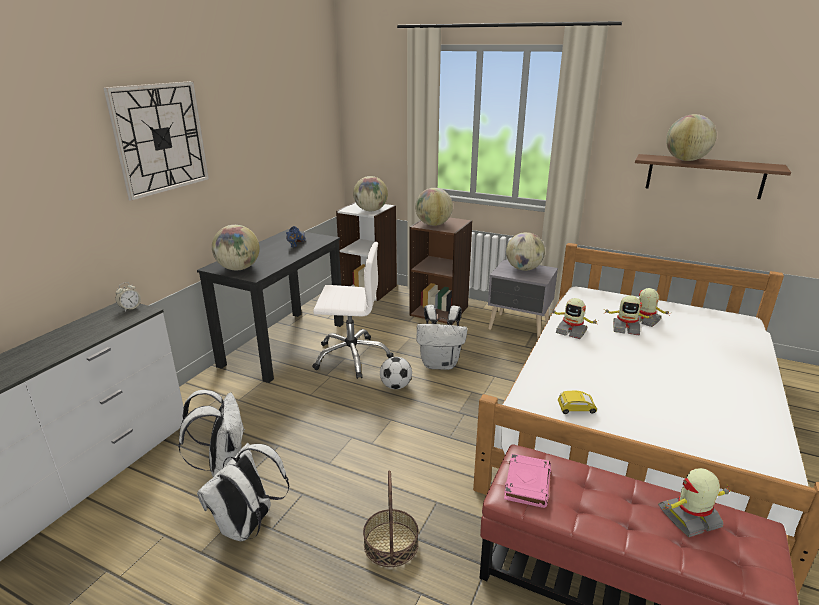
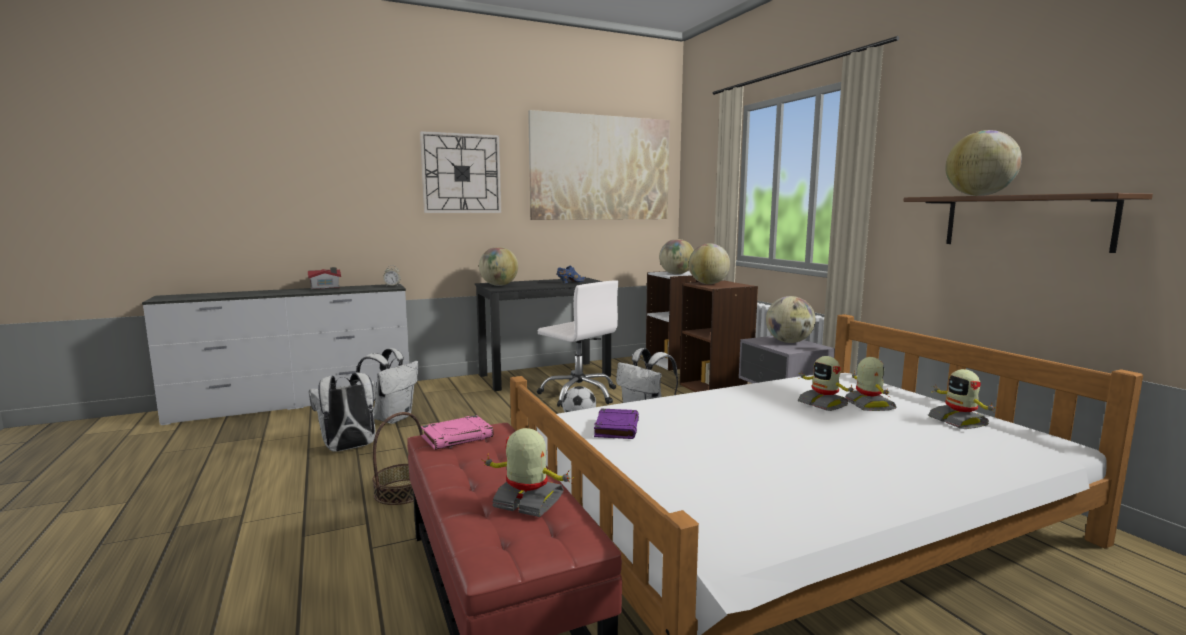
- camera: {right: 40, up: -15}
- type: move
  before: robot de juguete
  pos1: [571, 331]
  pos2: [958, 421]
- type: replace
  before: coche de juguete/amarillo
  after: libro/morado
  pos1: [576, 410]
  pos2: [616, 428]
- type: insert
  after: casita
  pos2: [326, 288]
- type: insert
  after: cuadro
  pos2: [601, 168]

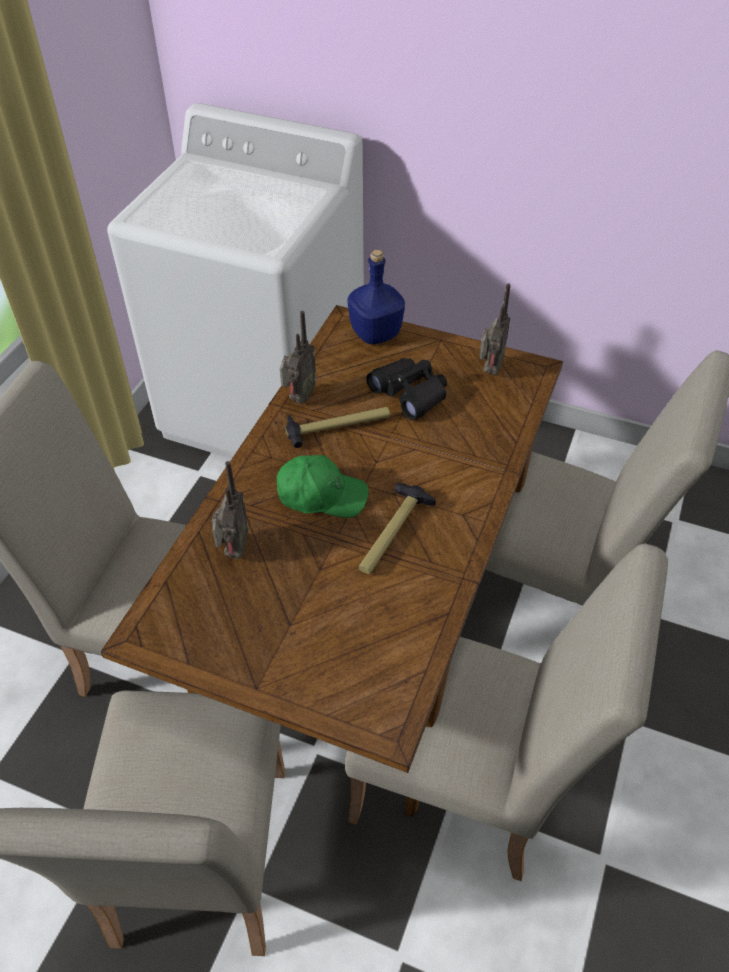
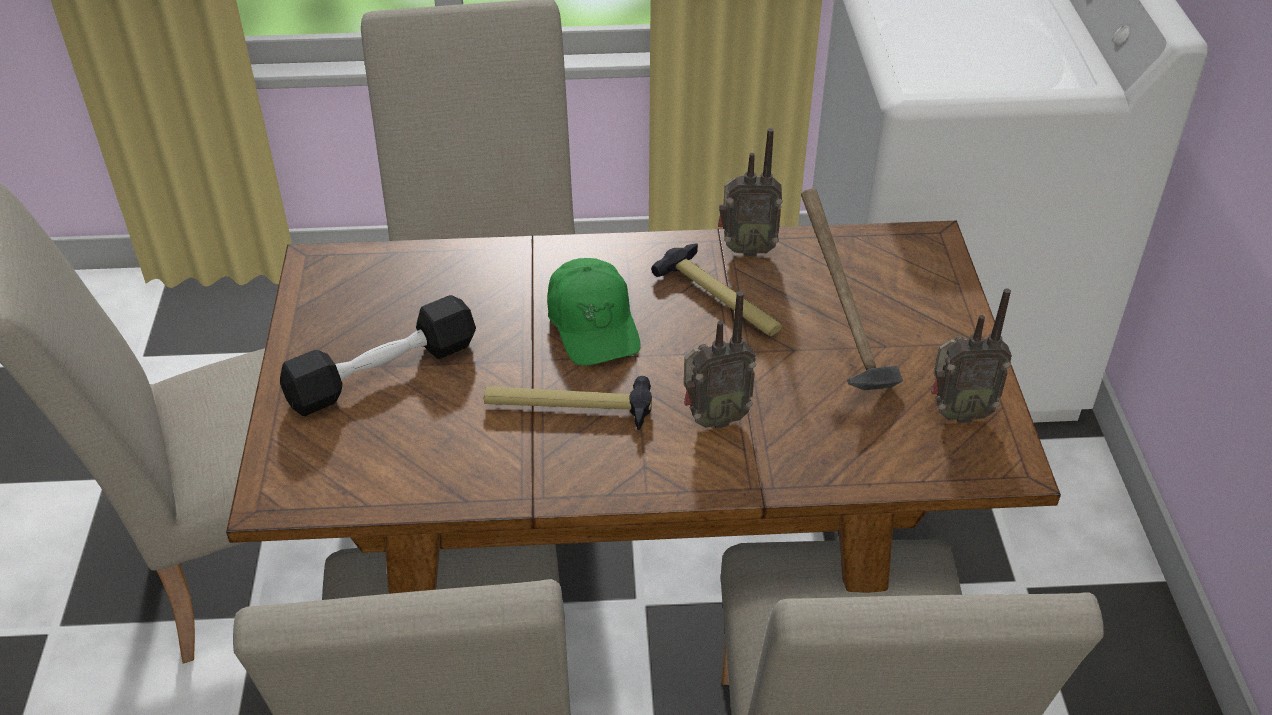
- camera: {right: 65, up: -5}
- type: move
  before: radio
  pos1: [233, 551]
  pos2: [713, 418]
- type: delete
  before: botella/azul
  pos1: [376, 334]
- type: replace
  before: prismáticos/negro
  after: martillo
  pos1: [410, 394]
  pos2: [837, 345]
- type: insert
  after: mancuerna/negro
  pos2: [382, 372]

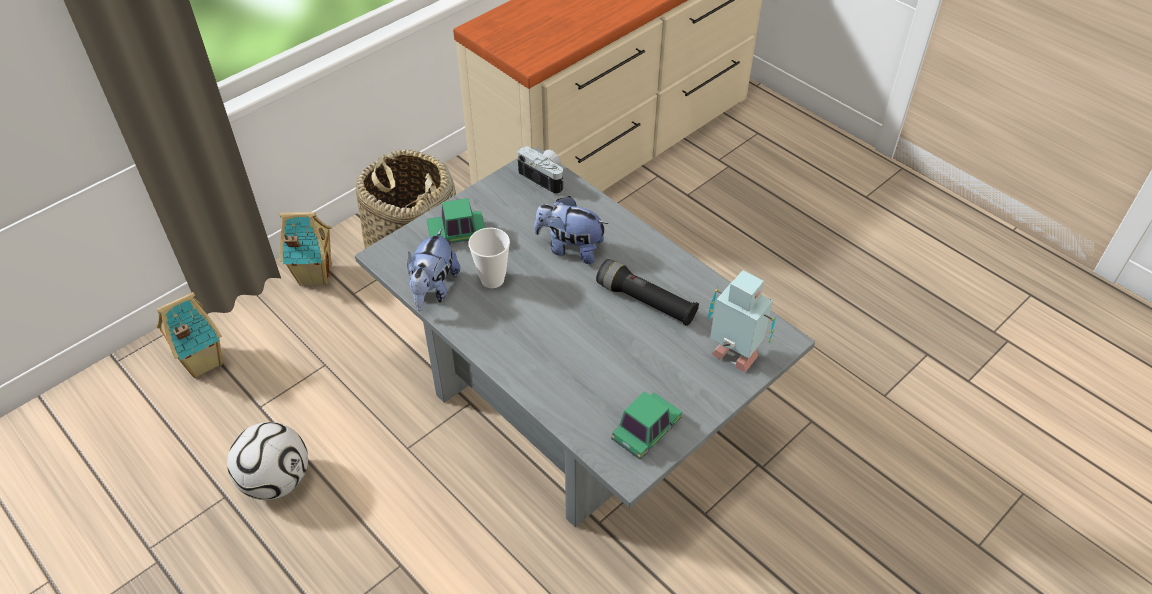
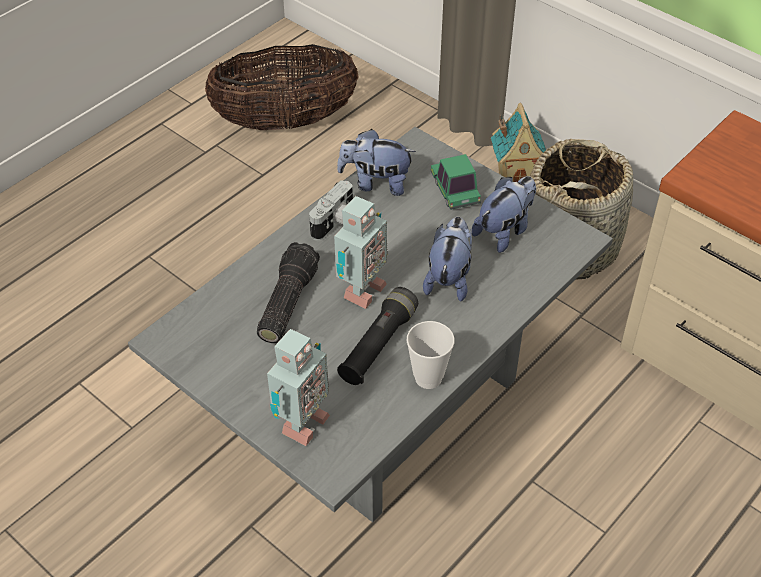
- camera: {right: 85, up: 0}
- type: delete
  before: casita
  pos1: [201, 362]
- type: delete
  before: balón de fútbol
  pos1: [276, 480]
- type: move
  before: taza
  pos1: [492, 279]
  pos2: [428, 378]
- type: move
  before: cámara
  pos1: [545, 178]
  pos2: [338, 225]
- type: delete
  before: coche de juguete
  pos1: [646, 431]
- type: insert
  after: cesta
  pos2: [285, 121]
- type: insert
  after: linterna
  pos2: [286, 302]
- type: insert
  after: robot de juguete
  pos2: [361, 291]
- type: insert
  after: peluche
  pos2: [504, 231]

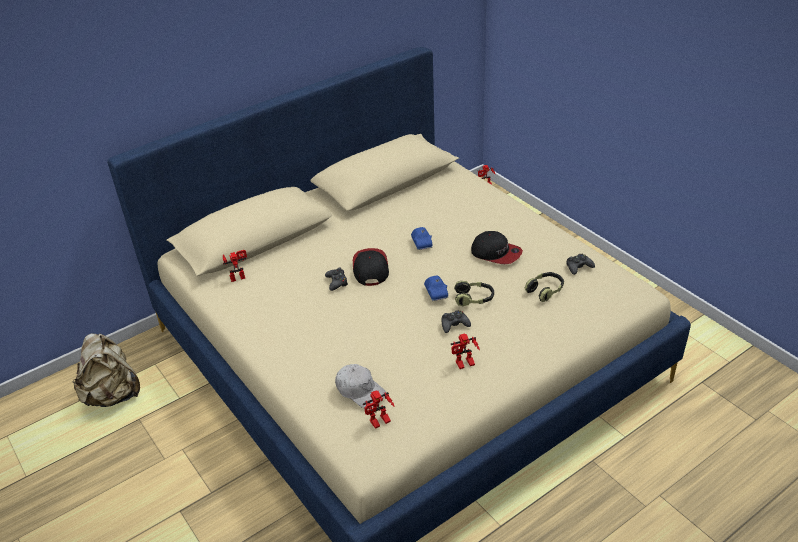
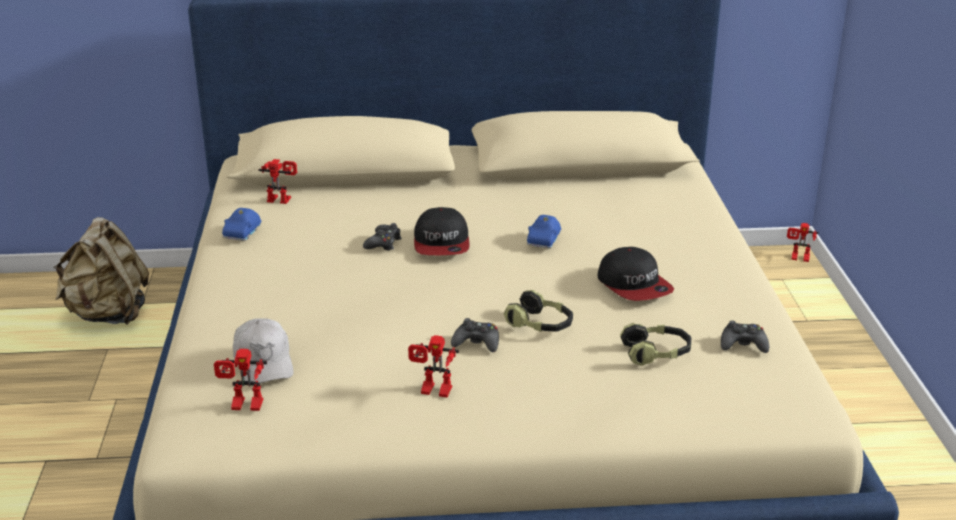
- camera: {right: 30, up: -10}
- type: rotate
  before: gorra
  pos1: [370, 268]
  pos2: [442, 243]
  turn: 150
- type: move
  before: coche de juguete/azul
  pos1: [436, 293]
  pos2: [243, 233]

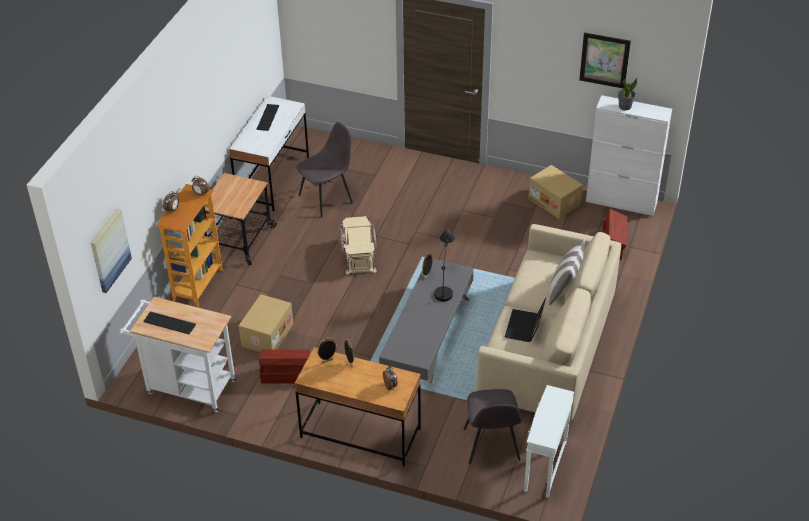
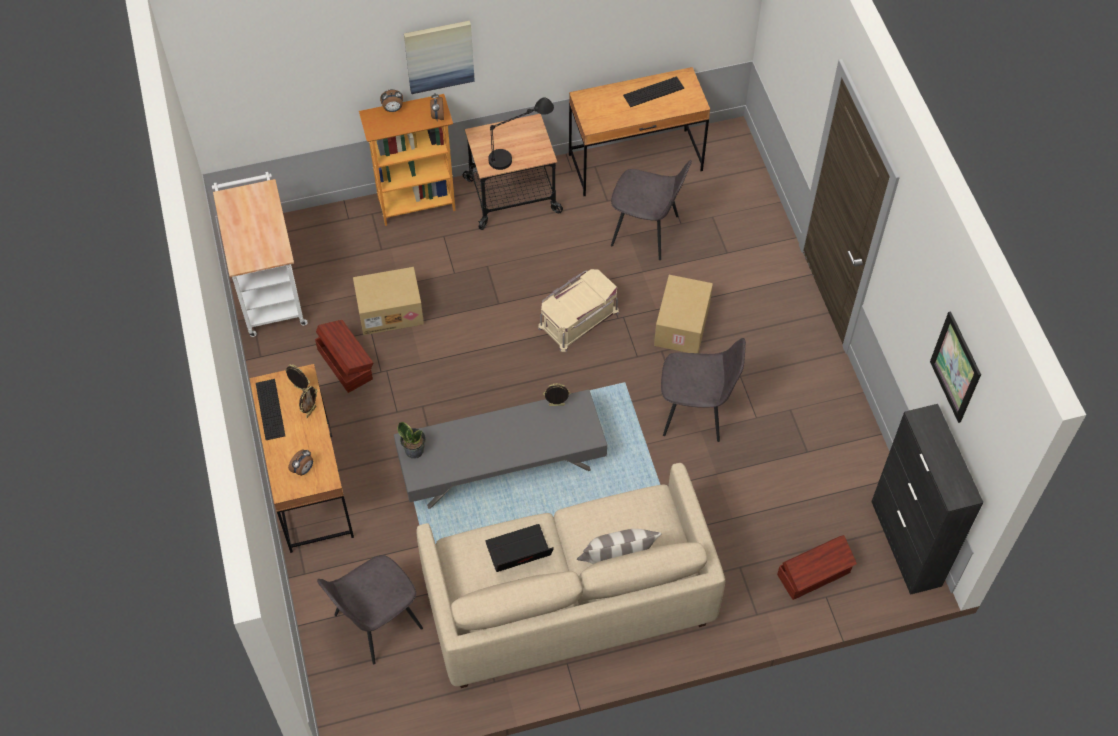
- camera: {right: 55, up: 15}
- type: move
  before: cuadro
  pos1: [109, 250]
  pos2: [439, 56]
- type: move
  before: teclado
  pos1: [169, 323]
  pos2: [270, 409]
- type: recolor
  before: escritorio/blanco
  after: escritorio/marrón
  pos1: [273, 179]
  pos2: [635, 163]
- type: move
  before: lámpara de mesa/negro
  pos1: [444, 283]
  pos2: [519, 152]
- type: delete
  before: mesa auxiliar/blanco
  pos1: [545, 466]
- type: move
  before: caja de cartón
  pos1: [555, 202]
  pos2: [683, 326]
- type: recolor
  before: armario/blanco
  after: armario/negro
  pos1: [621, 202]
  pos2: [906, 544]
- type: move
  before: planta en maceta
  pos1: [624, 106]
  pos2: [414, 450]
- type: insert
  after: silla/gris
  pos2: [696, 412]

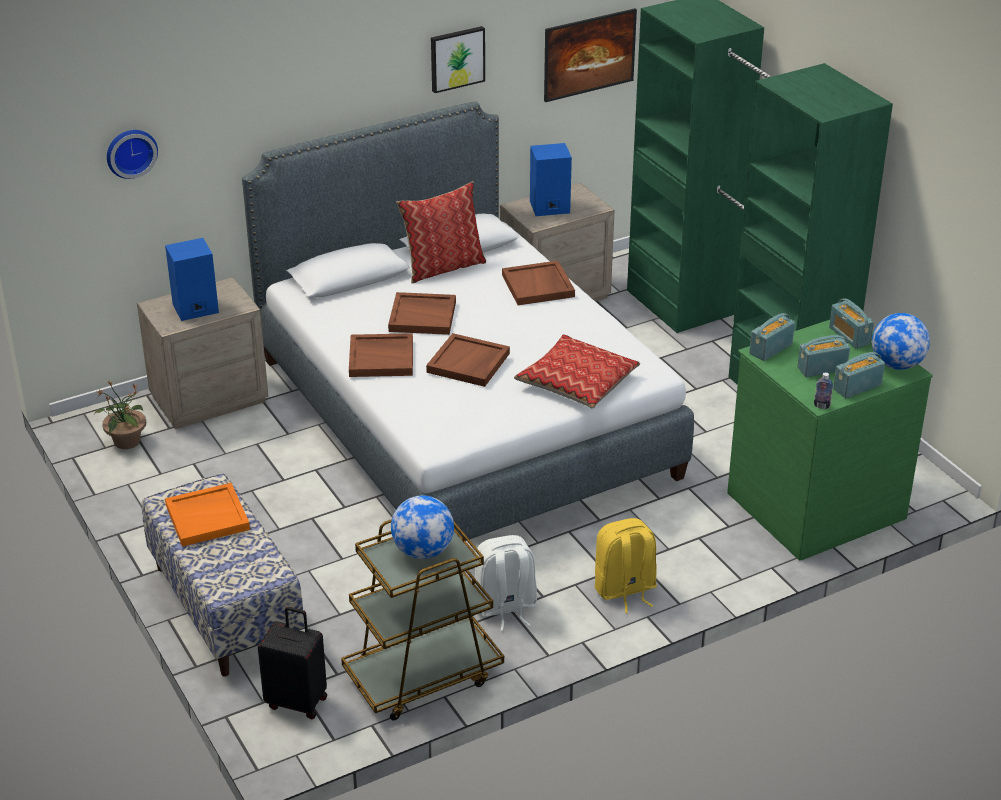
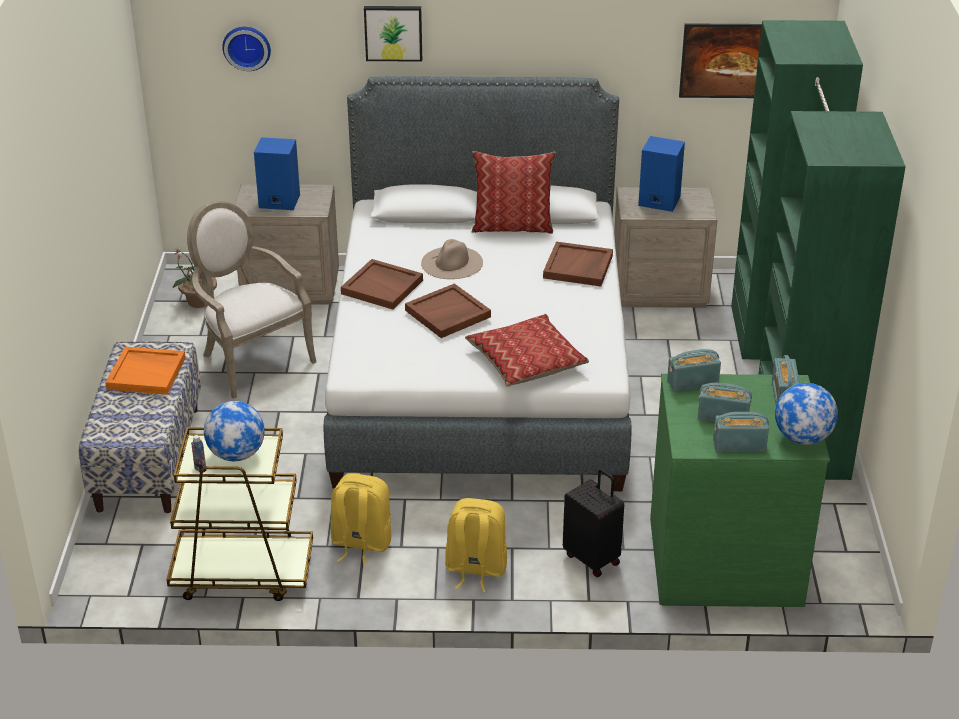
- camera: {right: 30, up: 0}
- type: move
  before: maleta/negro
  pos1: [297, 701]
  pos2: [593, 558]
- type: replace
  before: bandeja/marrón
  after: sombrero/beis
  pos1: [423, 316]
  pos2: [452, 263]
- type: move
  before: cuadro
  pos1: [457, 58]
  pos2: [393, 32]
- type: recolor
  before: mochila/blanco
  after: mochila/amarillo
  pos1: [505, 608]
  pos2: [360, 544]
- type: move
  before: botella
  pos1: [821, 406]
  pos2: [200, 468]
- type: insert
  after: sillón
  pos2: [251, 359]

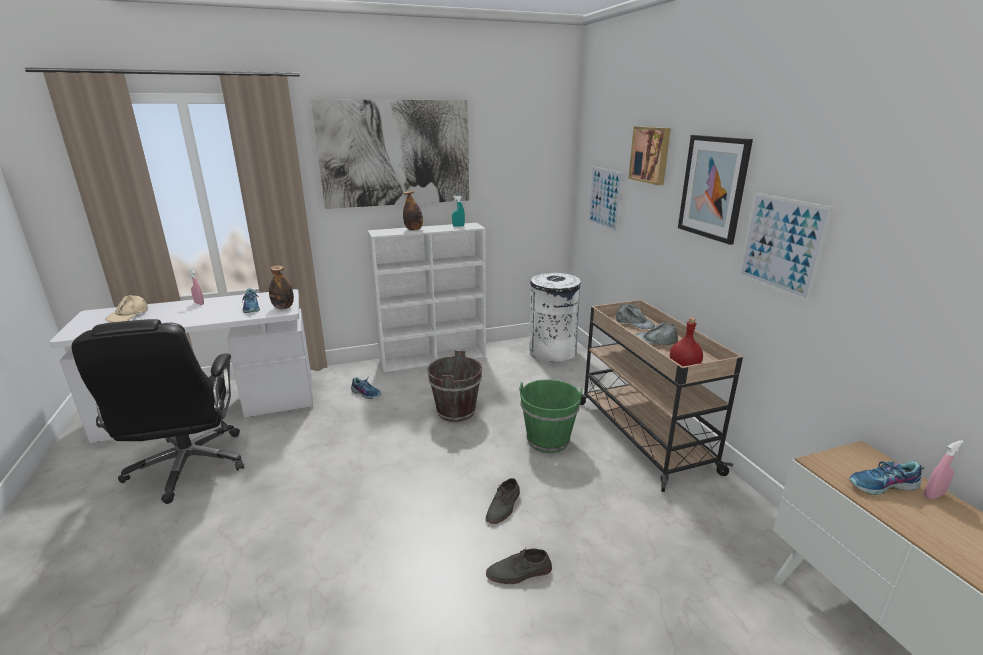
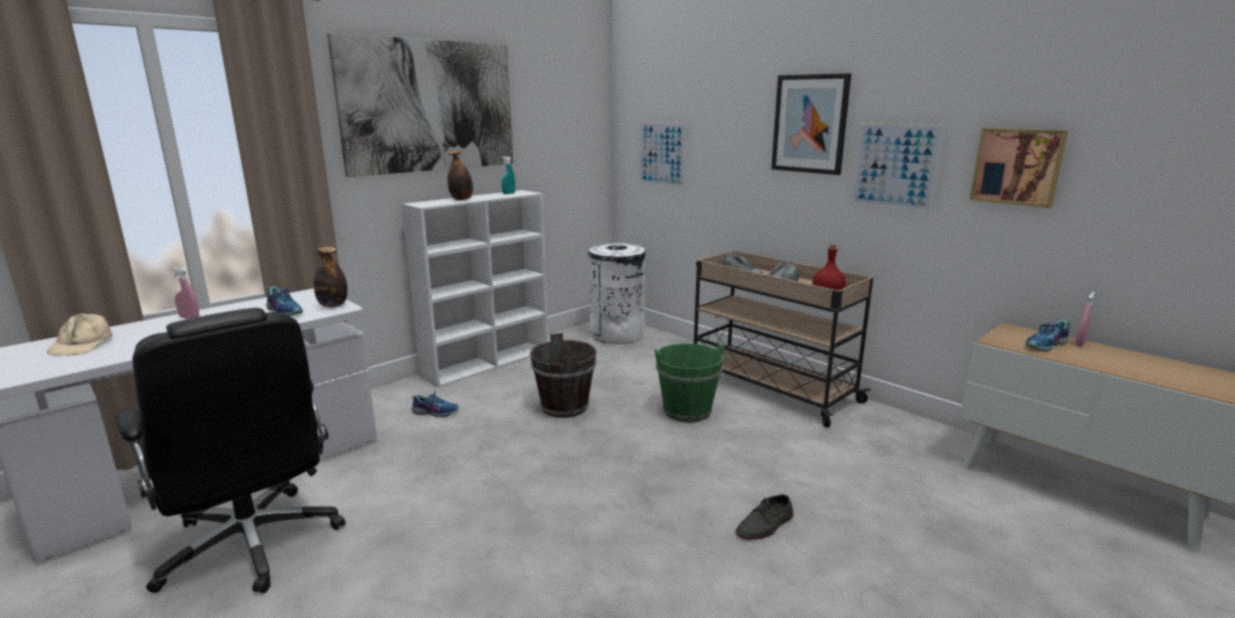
- camera: {right: -25, up: -5}
- type: delete
  before: zapato/gris
  pos1: [504, 506]
- type: move
  before: cuadro
  pos1: [651, 155]
  pos2: [1017, 166]

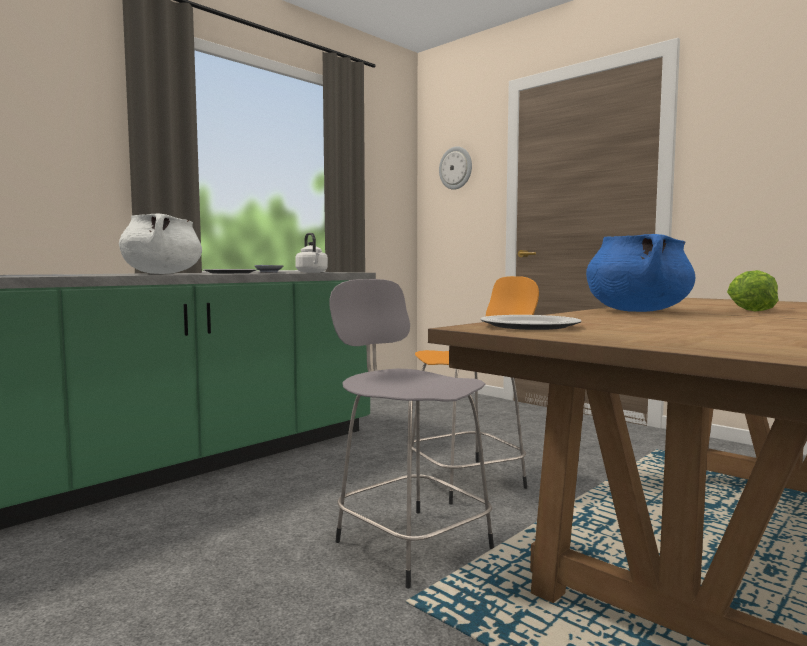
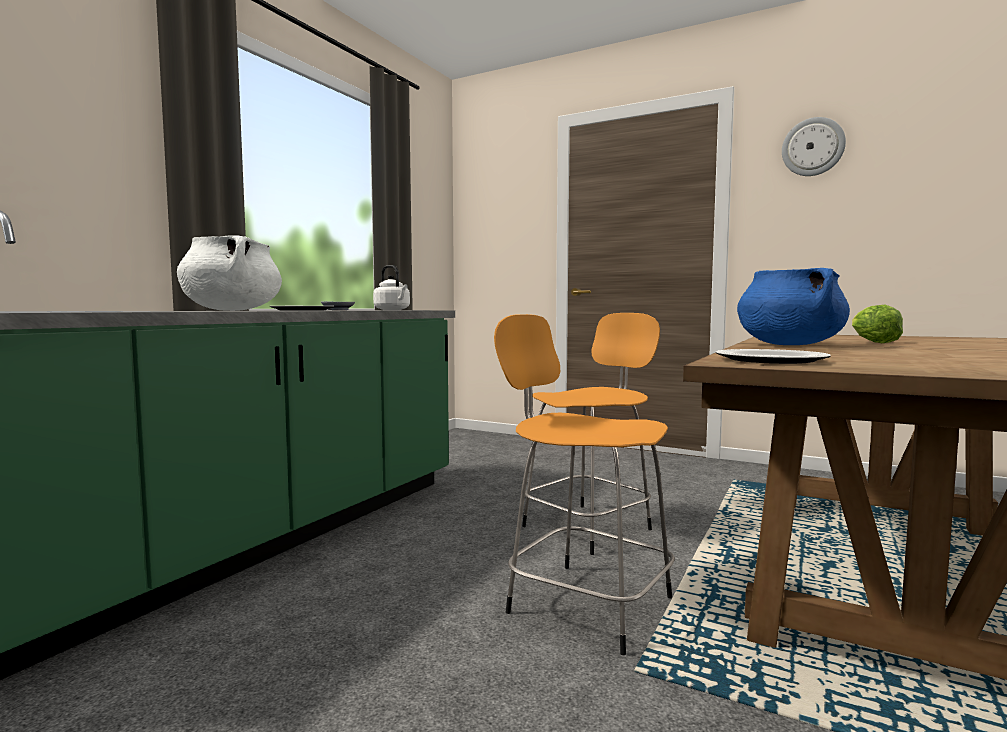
- camera: {right: -15, up: 0}
- type: recolor
  before: taburete/gris
  after: taburete/naranja
  pos1: [410, 542]
  pos2: [584, 602]
- type: move
  before: reloj de pared
  pos1: [456, 168]
  pos2: [812, 147]

